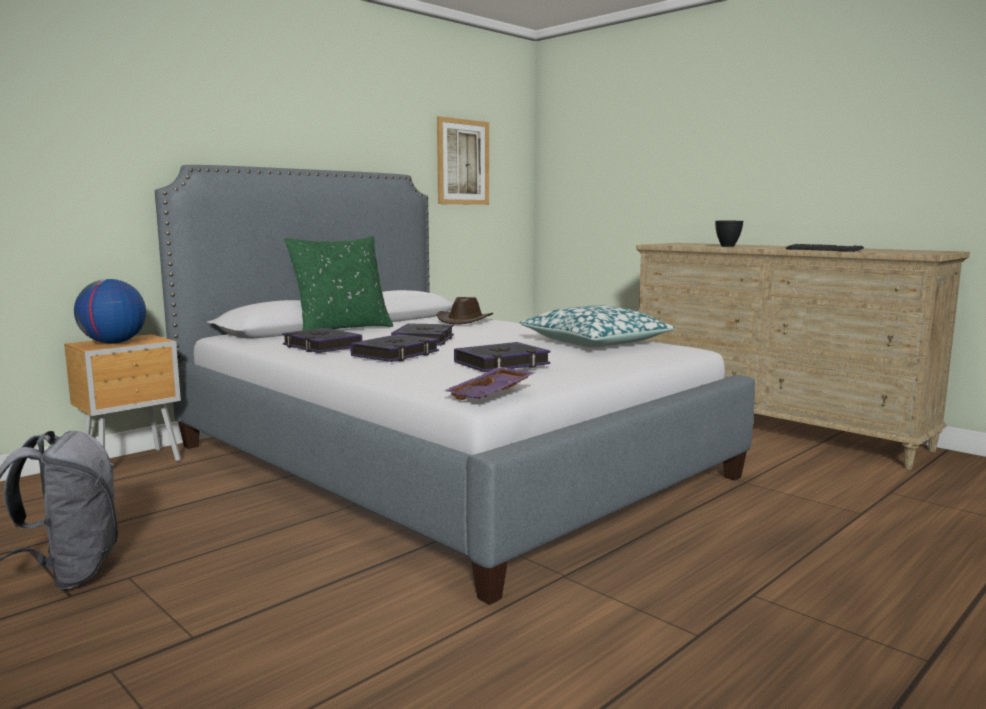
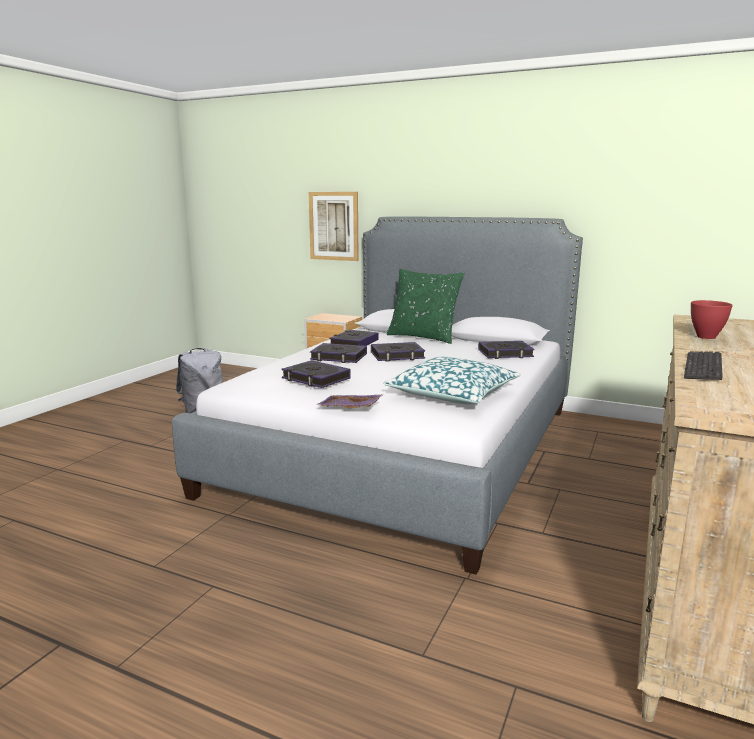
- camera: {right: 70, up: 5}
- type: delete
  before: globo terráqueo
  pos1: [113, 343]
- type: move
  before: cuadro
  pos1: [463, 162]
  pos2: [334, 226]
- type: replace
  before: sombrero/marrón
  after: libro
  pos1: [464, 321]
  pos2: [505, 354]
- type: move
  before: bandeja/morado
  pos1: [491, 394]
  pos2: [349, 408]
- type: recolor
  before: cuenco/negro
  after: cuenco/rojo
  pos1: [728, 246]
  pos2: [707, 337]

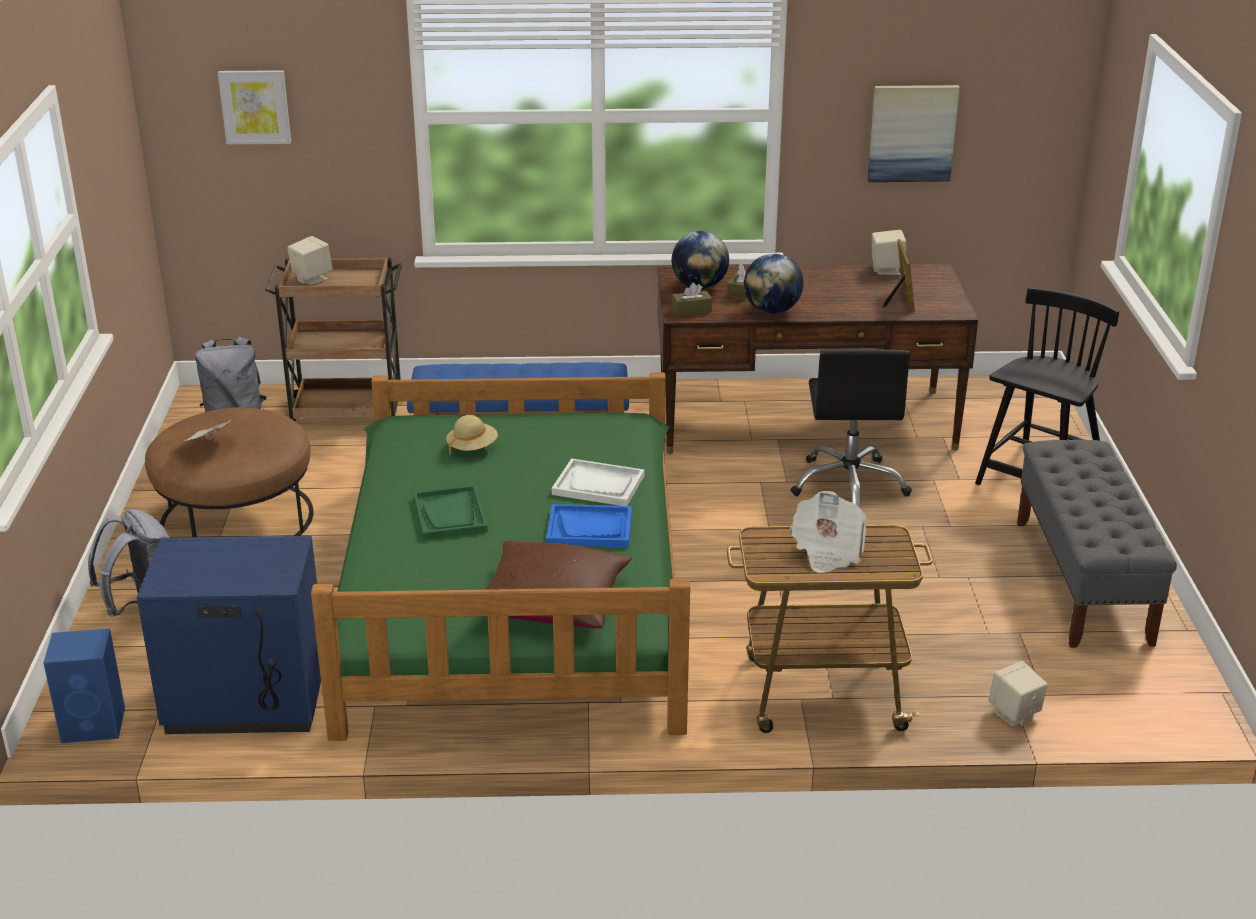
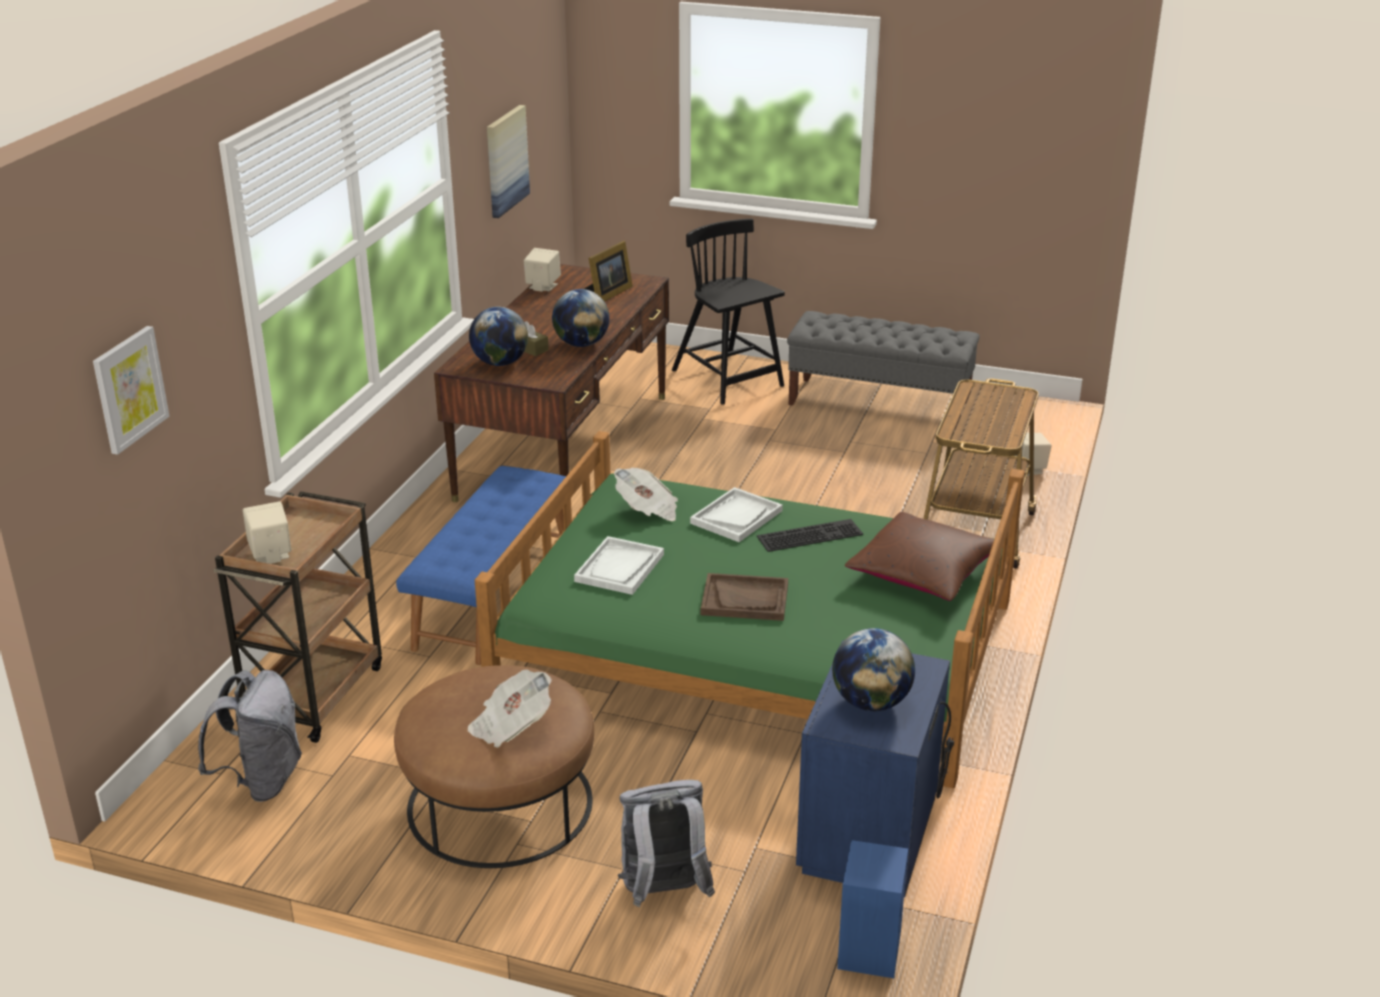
- camera: {right: -70, up: 0}
- type: recolor
  before: bandeja/verde
  after: bandeja/marrón
  pos1: [450, 515]
  pos2: [745, 599]
- type: replace
  before: sombrero/beis
  after: bandeja/blanco
  pos1: [472, 447]
  pos2: [619, 568]
- type: replace
  before: bandeja/azul
  after: teclado
  pos1: [590, 528]
  pos2: [810, 534]
- type: delete
  before: caja de pañuelos/marrón
  pos1: [691, 310]
- type: move
  before: periódico
  pos1: [827, 551]
  pos2: [647, 510]
- type: delete
  before: silla de oficina/negro
  pos1: [849, 485]
- type: rotate
  before: portarretratos
  pos1: [900, 300]
  pos2: [607, 294]
  turn: 105
- type: insert
  after: globo terráqueo
  pos2: [871, 702]

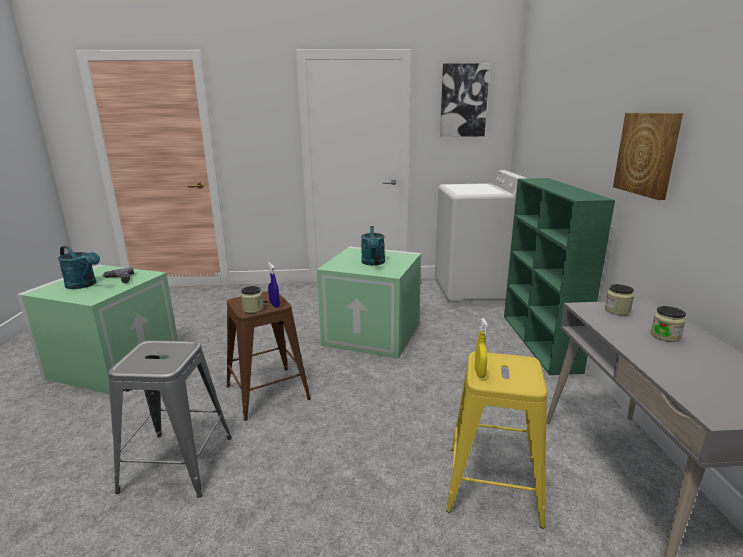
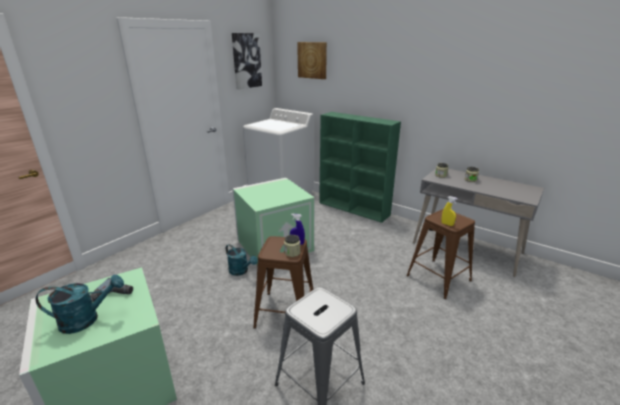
- camera: {right: -50, up: 5}
- type: move
  before: regadera/turquesa
  pos1: [373, 263]
  pos2: [241, 271]
- type: recolor
  before: taburete/amarillo
  after: taburete/marrón
  pos1: [493, 484]
  pos2: [439, 278]
- type: move
  before: cuadro
  pos1: [647, 154]
  pos2: [312, 60]

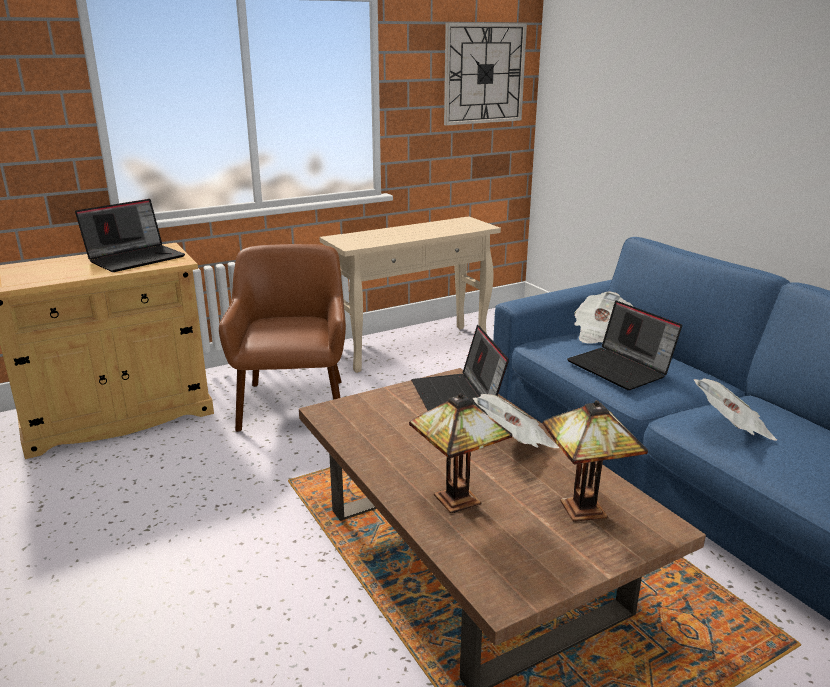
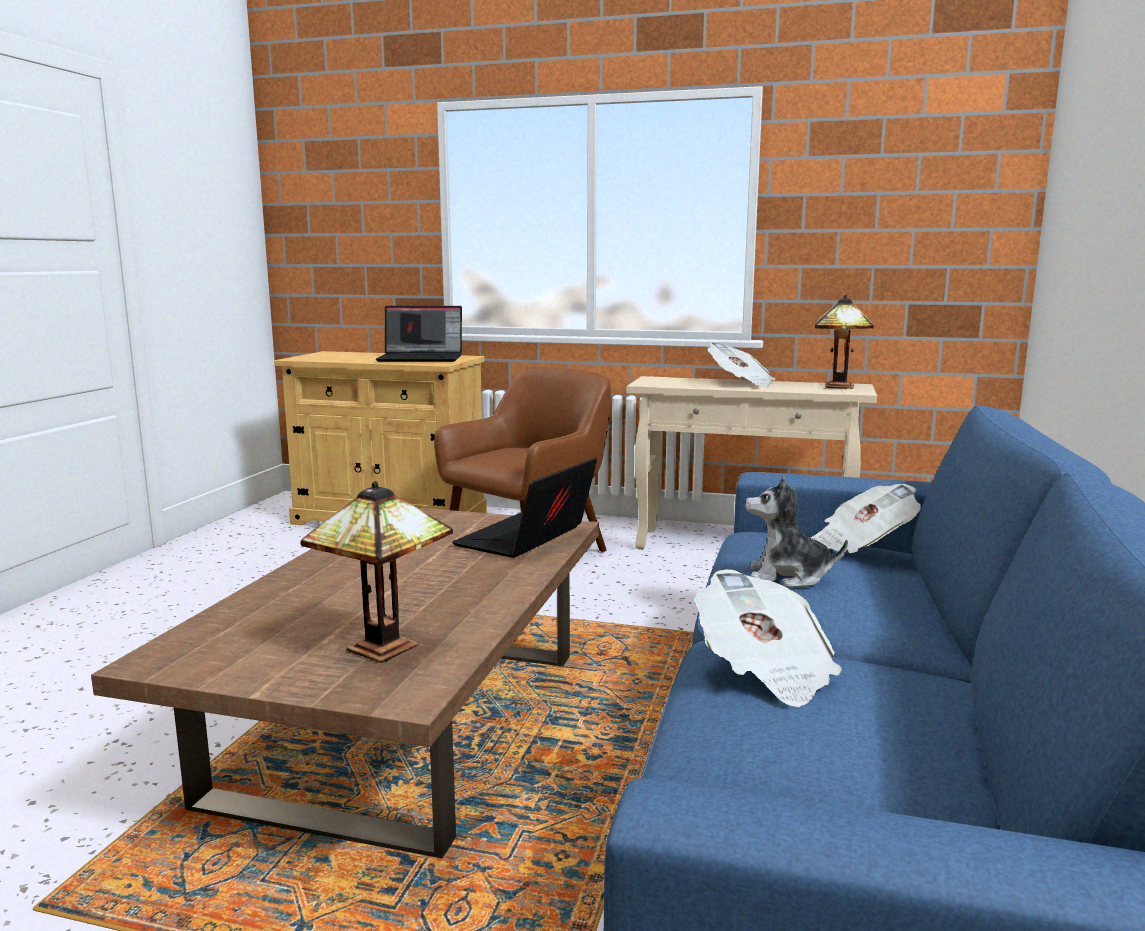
- camera: {right: 45, up: -10}
- type: move
  before: lámpara de mesa
  pos1: [460, 500]
  pos2: [841, 387]
- type: delete
  before: reloj de pared
  pos1: [484, 74]
- type: move
  before: periódico
  pos1: [515, 441]
  pos2: [741, 384]
- type: replace
  before: portátil
  after: peluche
  pos1: [621, 368]
  pos2: [788, 577]

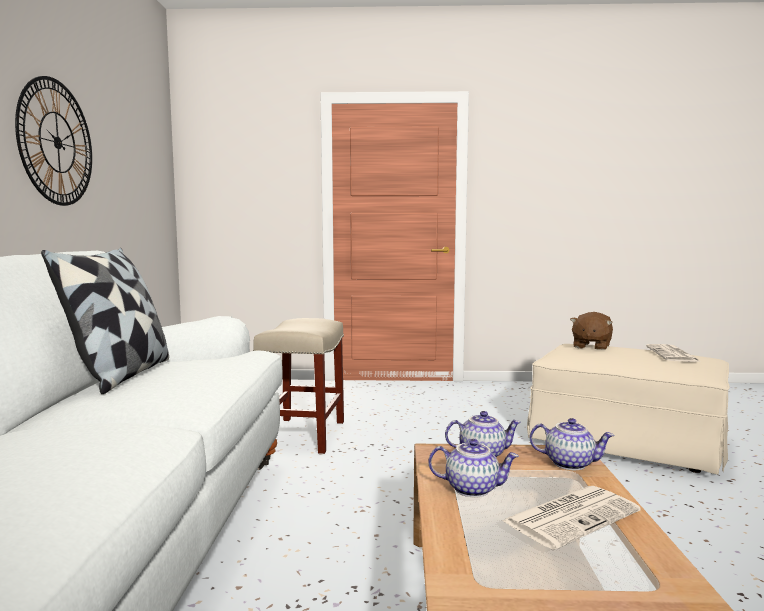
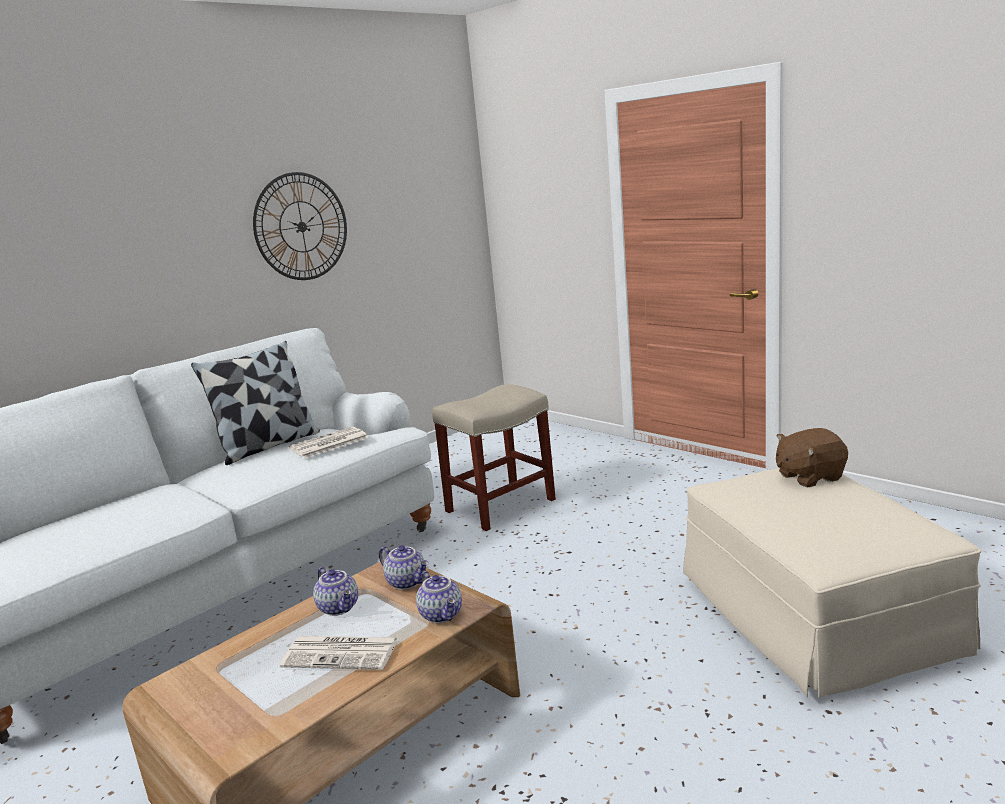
- camera: {right: 45, up: 10}
- type: move
  before: periódico
  pos1: [673, 354]
  pos2: [328, 444]

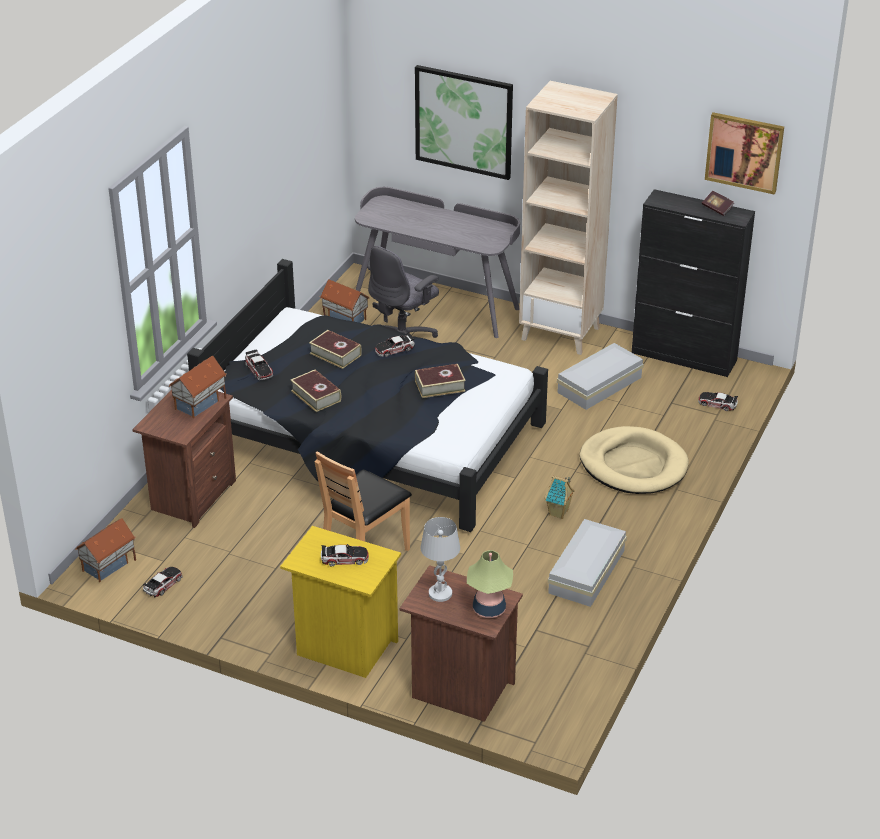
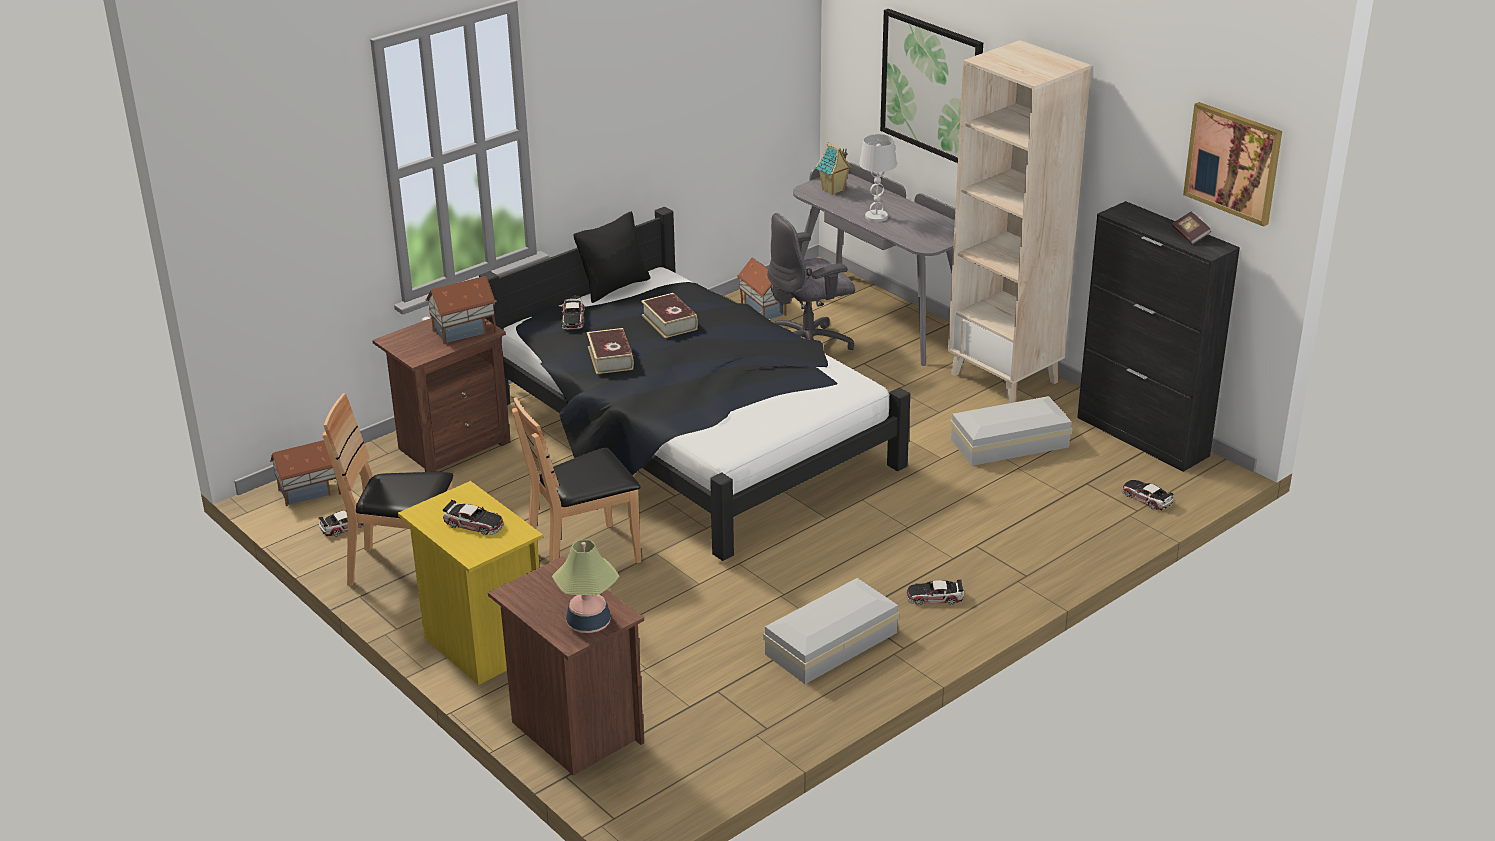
- camera: {right: 25, up: -5}
- type: move
  before: coche de juguete
  pos1: [394, 349]
  pos2: [934, 597]
- type: delete
  before: libro
  pos1: [439, 386]
- type: move
  before: lámpara de mesa/blanco
  pos1: [440, 593]
  pos2: [876, 217]
- type: move
  before: casita
  pos1: [559, 513]
  pos2: [833, 190]
- type: delete
  before: cama para perro/beis
  pos1: [633, 465]
- type: insert
  after: silla/marrón
  pos2: [405, 569]
- type: insert
  after: cojín/negro
  pos2: [614, 287]

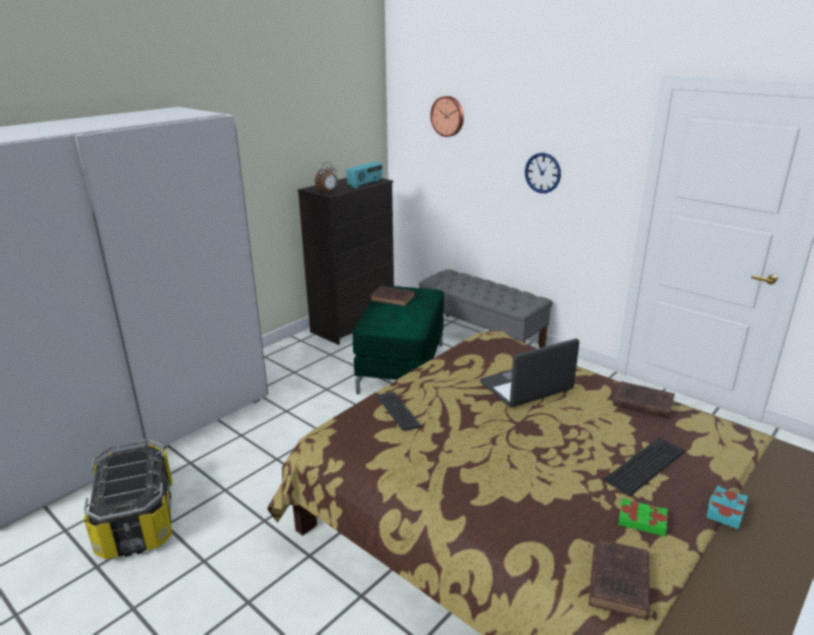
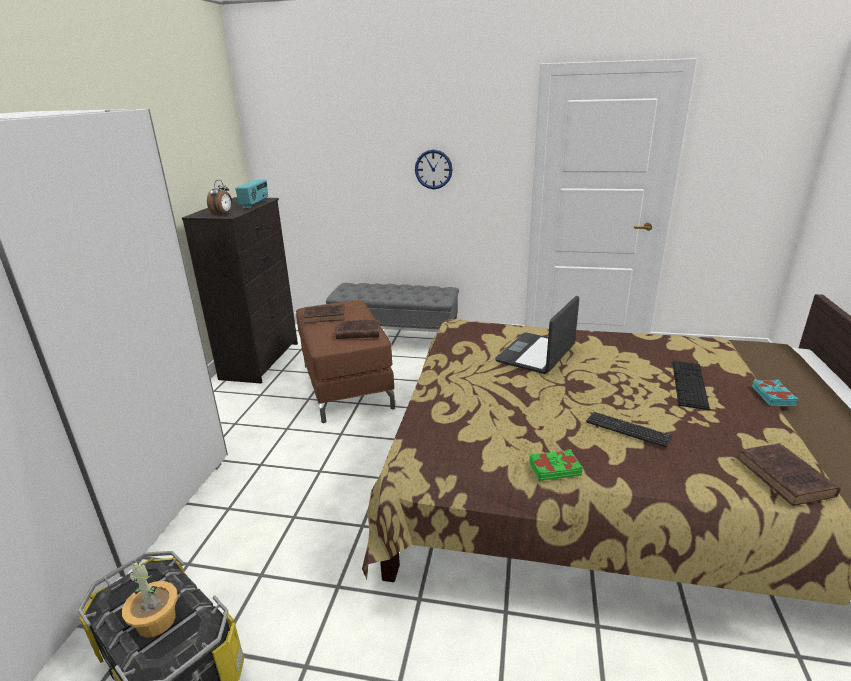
- camera: {right: -30, up: 0}
- type: recolor
  before: puf/verde
  after: puf/marrón
  pos1: [401, 367]
  pos2: [345, 385]
- type: move
  before: teclado
  pos1: [398, 412]
  pos2: [627, 430]
- type: delete
  before: reloj de pared
  pos1: [448, 116]
- type: move
  before: libro/marrón
  pos1: [641, 403]
  pos2: [357, 332]
- type: move
  before: libro/verde
  pos1: [642, 520]
  pos2: [554, 468]
- type: insert
  after: planta en maceta
  pos2: [156, 621]

